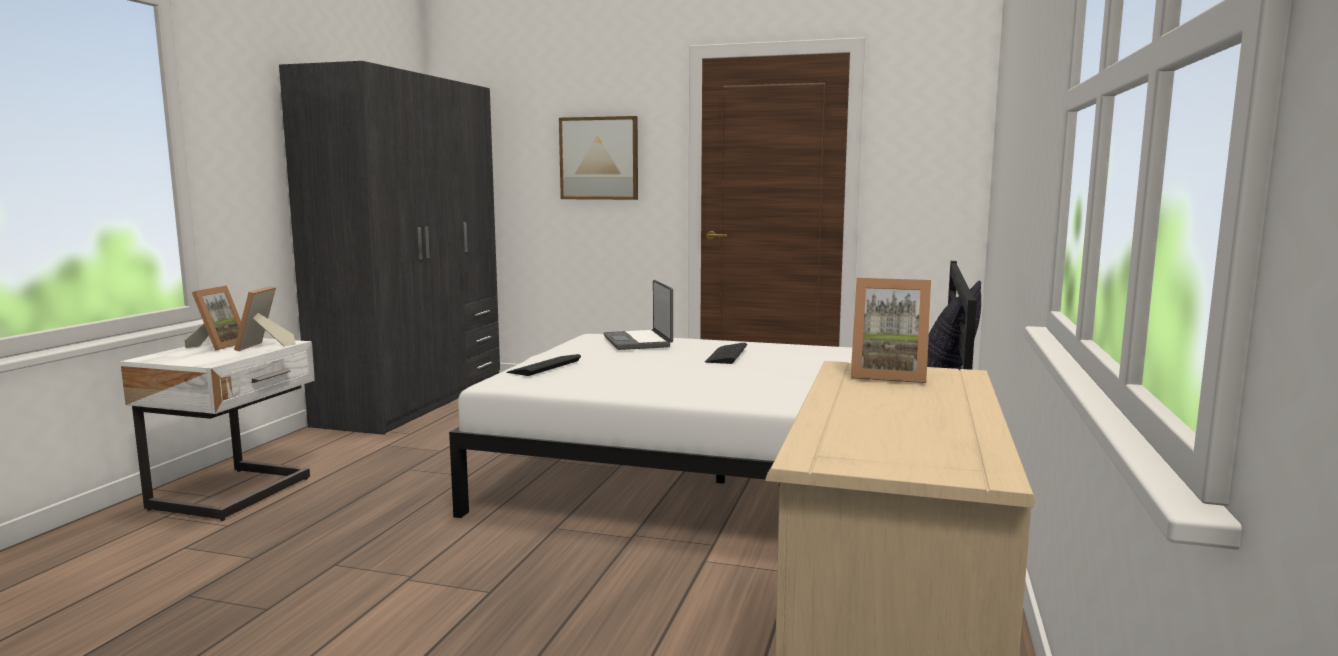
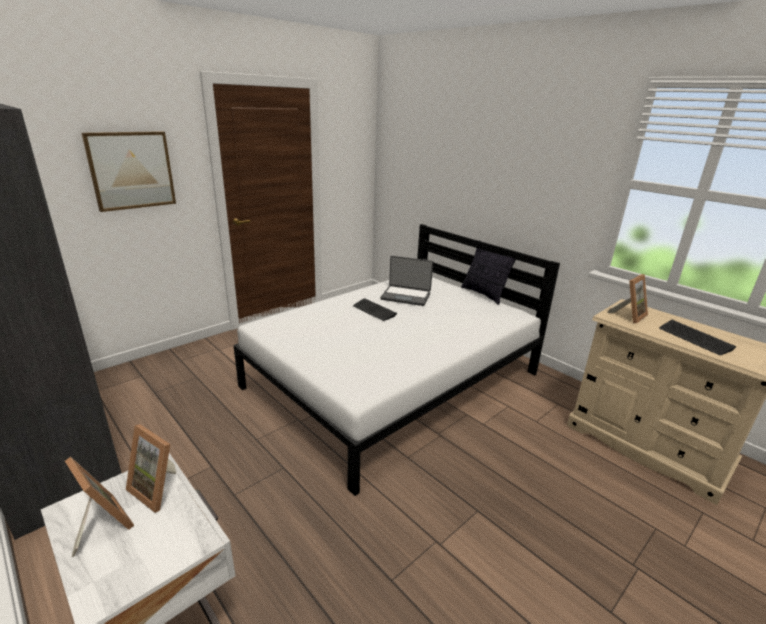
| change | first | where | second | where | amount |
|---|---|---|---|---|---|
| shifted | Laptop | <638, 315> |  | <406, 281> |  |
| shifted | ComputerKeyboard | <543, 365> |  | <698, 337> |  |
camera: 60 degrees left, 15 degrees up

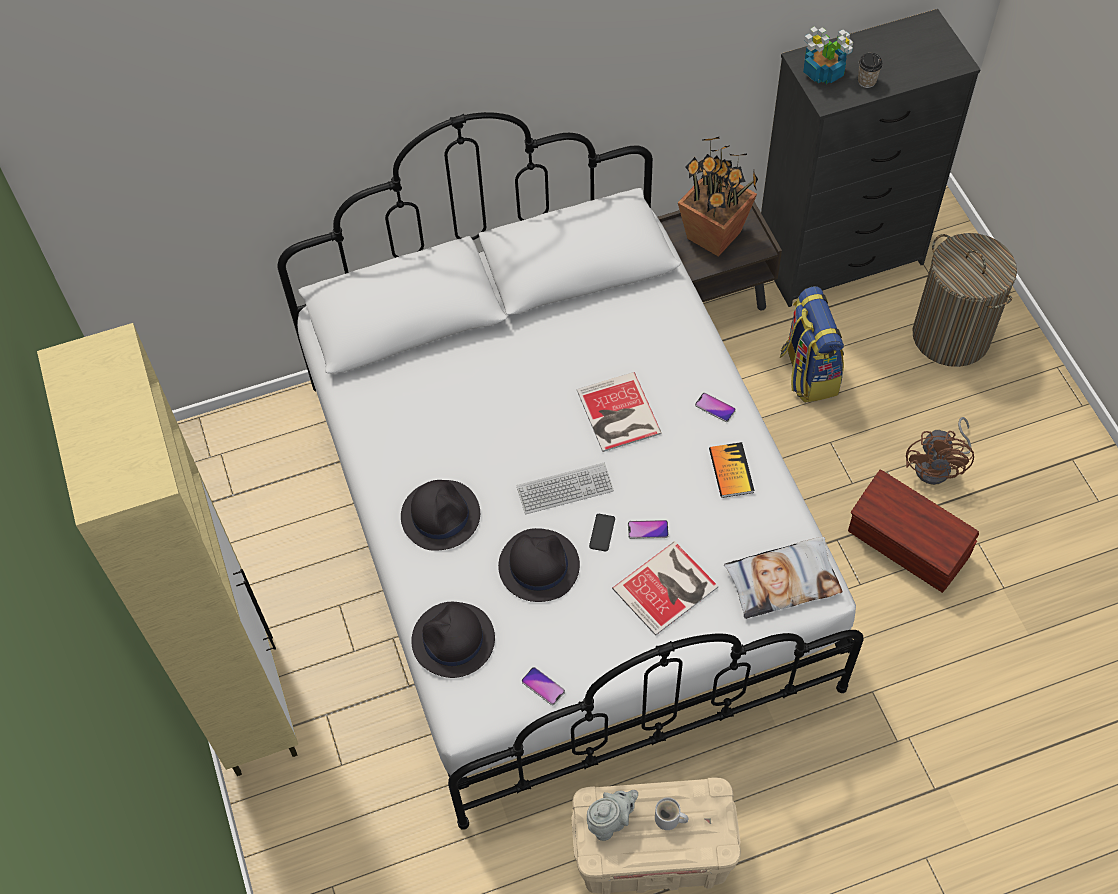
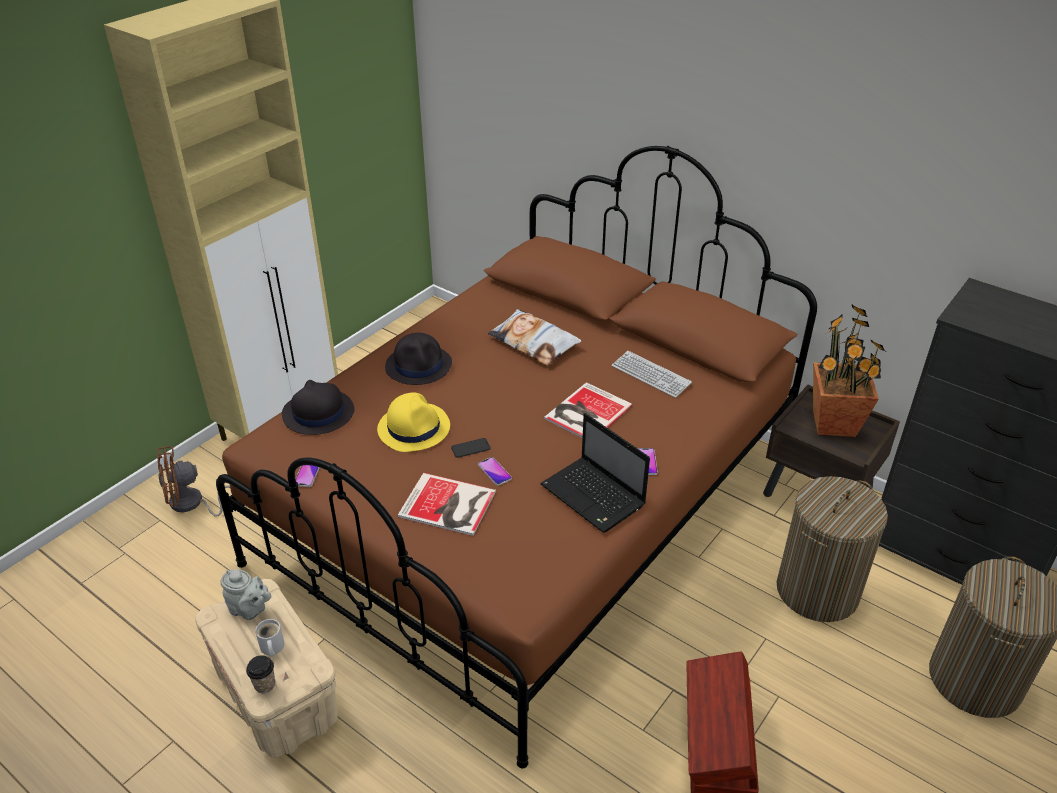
| change | first | where | second | where | amount |
|---|---|---|---|---|---|
| gone | Houseplant | <828, 55> |  |  |  |
| shifted | DrinkingCup | <870, 70> |  | <260, 674> |  |
| repainted | WhiteColouredBedroomBed | <570, 471> | BrownBedroomBed | <516, 457> |  |
| swapped | Backpack | <811, 344> | WashingBasket | <832, 549> |  |
| shifted | BrownElectricFan | <940, 451> |  | <193, 481> |  |
| swapped | BoundBook | <731, 470> | Laptop | <595, 473> |  |
| shifted | ComputerKeyboard | <565, 488> |  | <652, 374> |  |
| repainted | BlackishHat | <539, 565> | YellowishHat | <413, 422> |  |
| shifted | Pillow | <783, 578> |  | <534, 337> |  |
camera: 55 degrees right, 20 degrees down

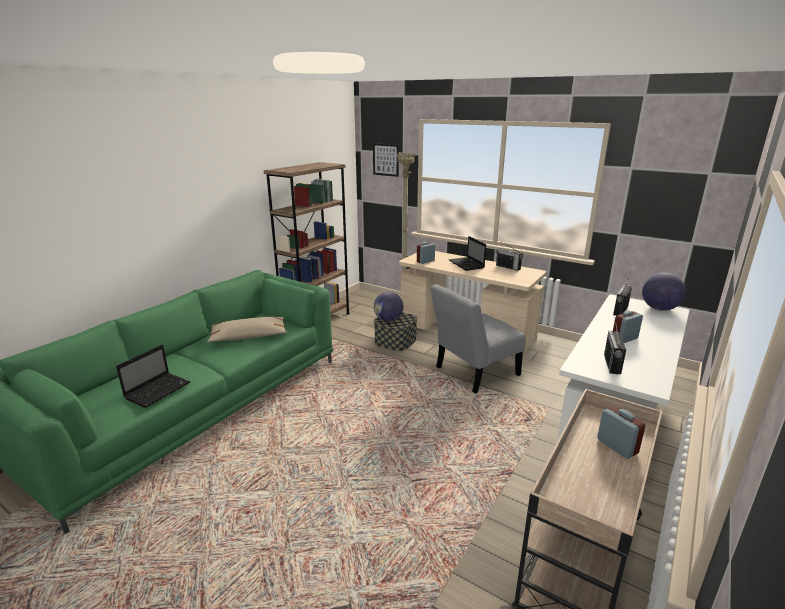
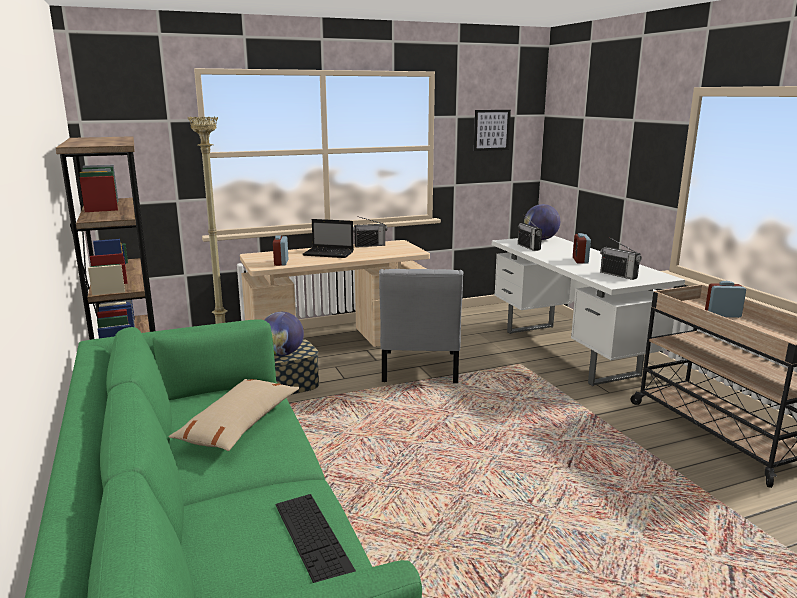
| change | first | where | second | where | amount |
|---|---|---|---|---|---|
| shifted | Picture | <386, 160> |  | <492, 130> |  |
| swapped | Laptop | <153, 376> | ComputerKeyboard | <316, 538> |  |
camera: 55 degrees left, 5 degrees down

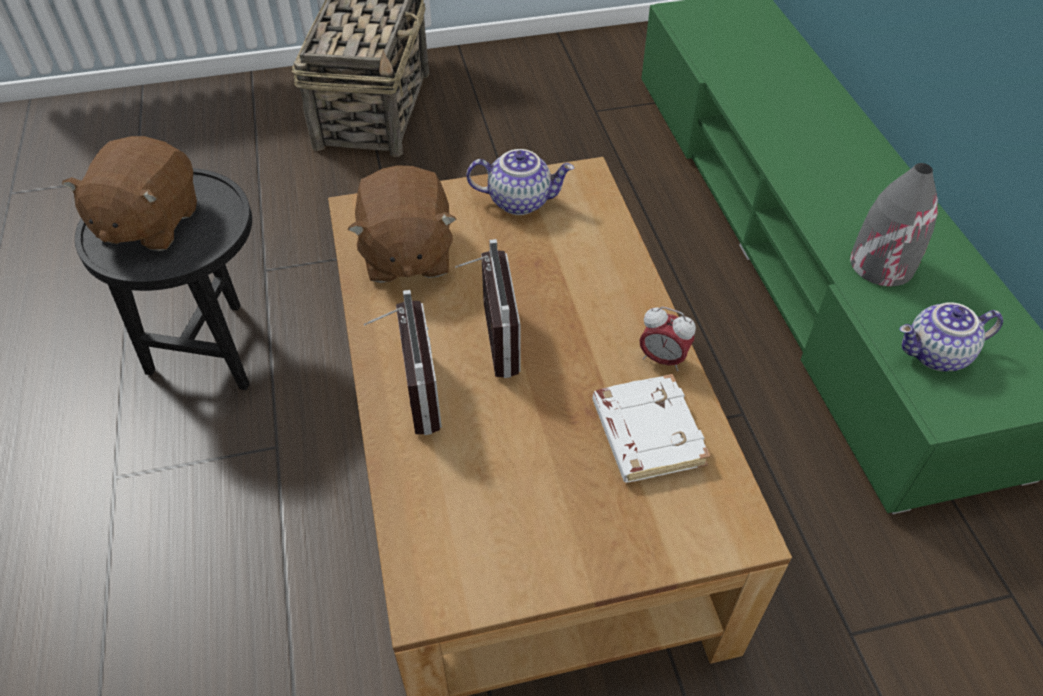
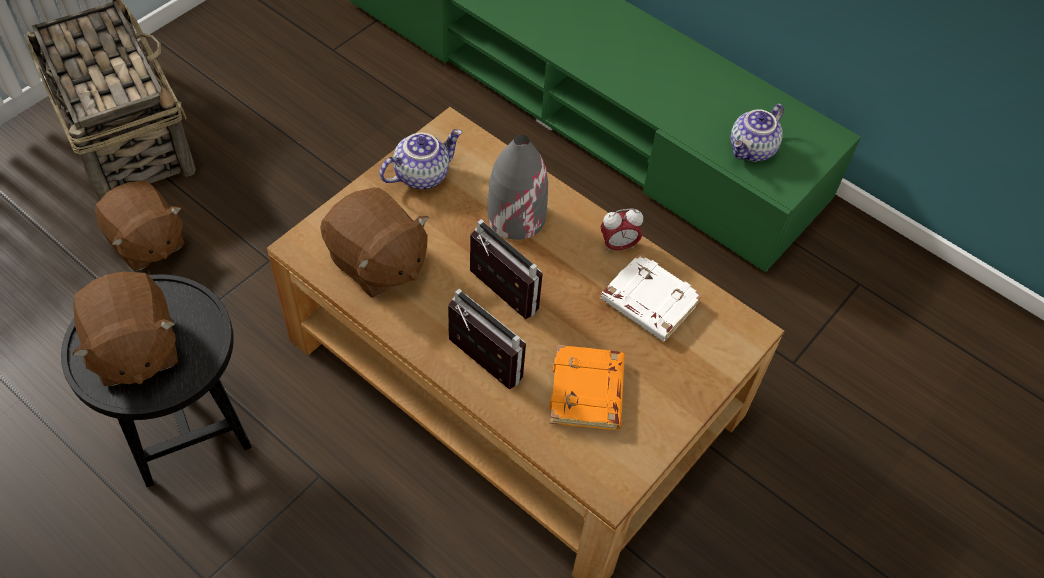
| change | first | where | second | where | amount |
|---|---|---|---|---|---|
| shifted | GrayFlowerVase | <894, 224> |  | <517, 187> |  |
| new |  |  | BrownSoftToy | <140, 225> |  |
| new |  |  | OrangeColouredBoundBook | <587, 387> |  |
camera: 40 degrees left, 5 degrees up

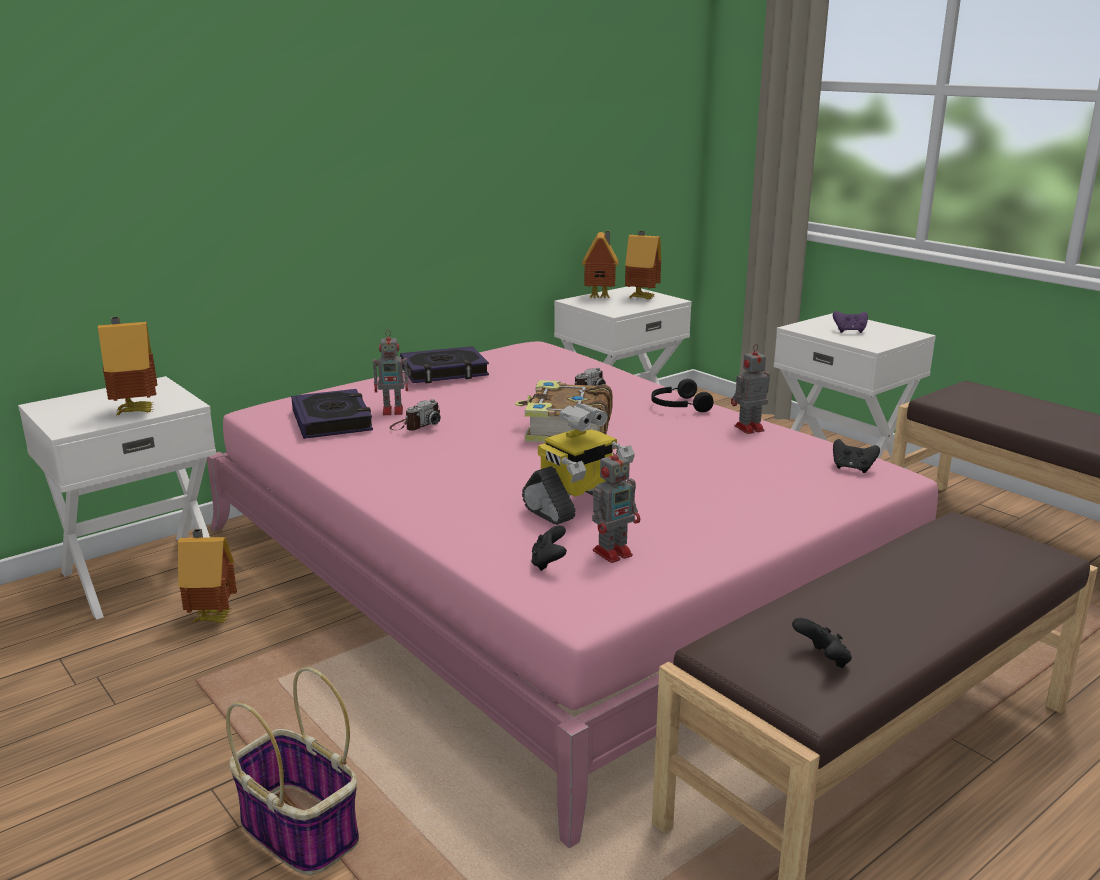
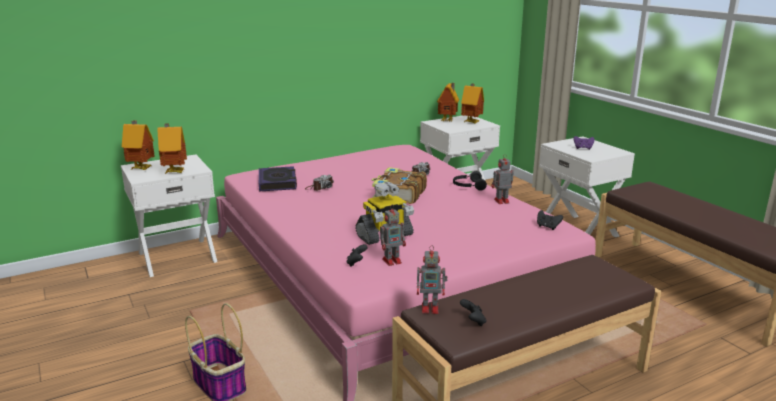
| change | first | where | second | where | amount |
|---|---|---|---|---|---|
| shifted | ToyRobot | <392, 372> |  | <432, 279> |  |
| gone | BoundBook | <444, 364> |  |  |  |
| shifted | ToyHouse | <207, 576> |  | <138, 145> |  |
camera: 10 degrees right, 0 degrees up

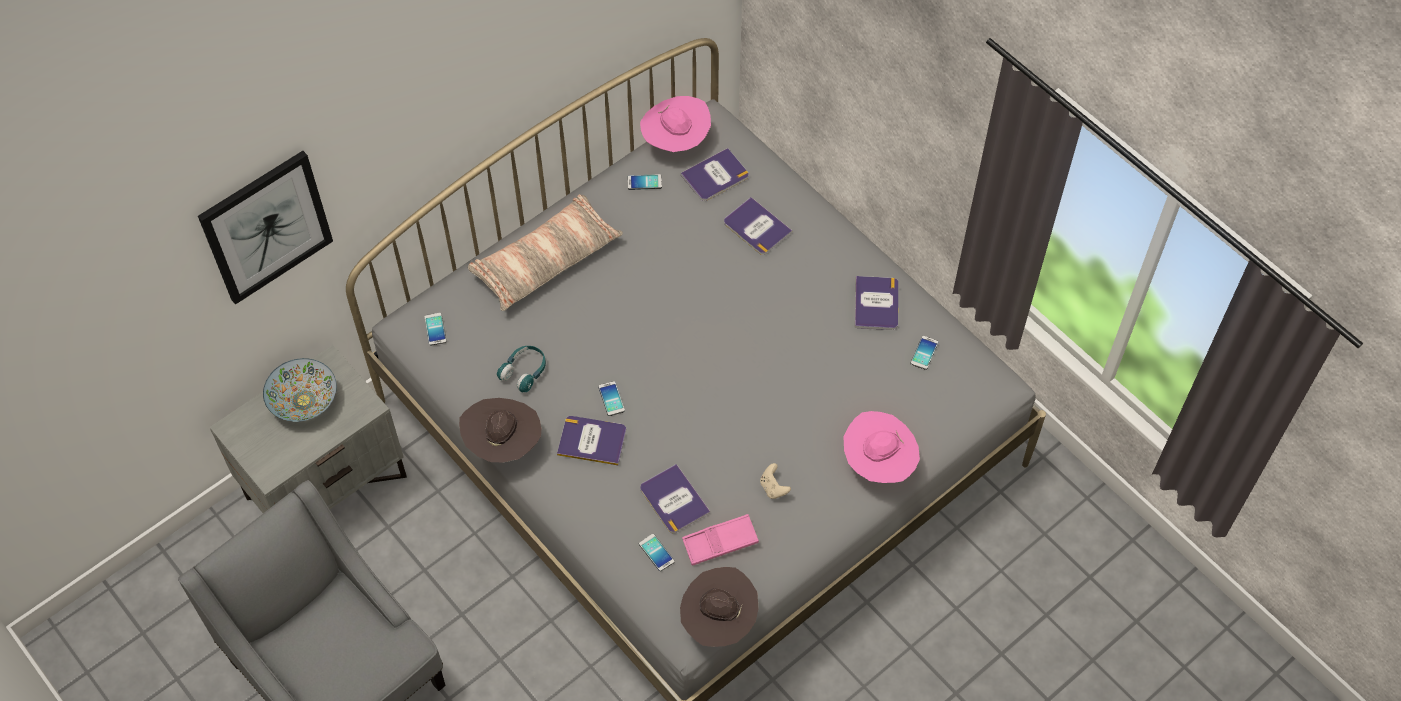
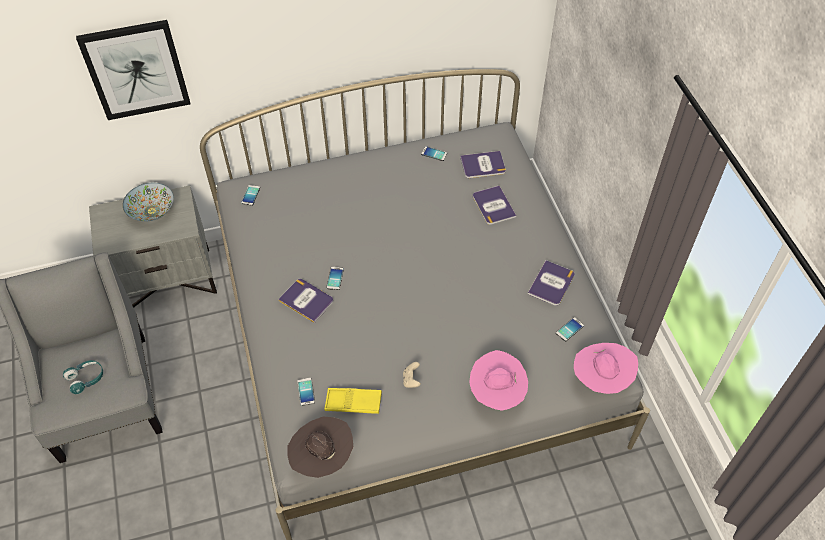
| change | first | where | second | where | amount |
|---|---|---|---|---|---|
| shifted | PinkColouredHat | <675, 124> |  | <606, 368> |  |
| gone | Pillow | <545, 252> |  |  |  |
| shifted | TurquoiseColouredPairOfHeadphones | <521, 369> |  | <83, 377> |  |
| gone | BrownHat | <500, 430> |  |  |  |
| gone | BoundBook | <675, 499> |  |  |  |
| repainted | PinkColouredServingTray | <720, 540> | YellowishServingTray | <353, 401> |  |
camera: 25 degrees right, 5 degrees down

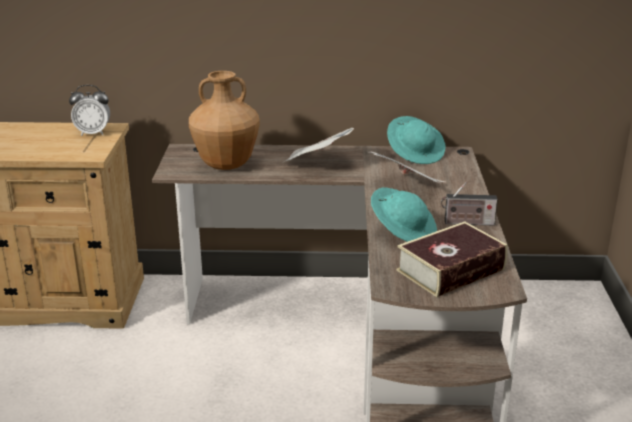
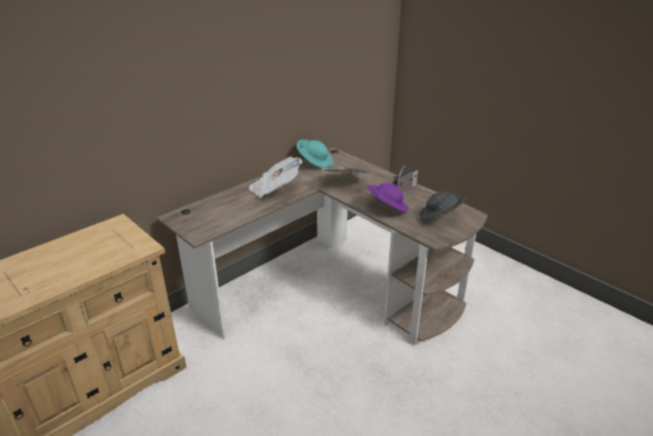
| change | first | where | second | where | amount |
|---|---|---|---|---|---|
| gone | BrownFlowerVase | <224, 120> |  |  |  |
| gone | TableClock | <89, 110> |  |  |  |
| repainted | TurquoiseColouredHat | <404, 214> | PurplishHat | <388, 197> |  |
| swapped | BoundBook | <451, 259> | GrayHat | <442, 205> |  |
camera: 45 degrees left, 5 degrees up

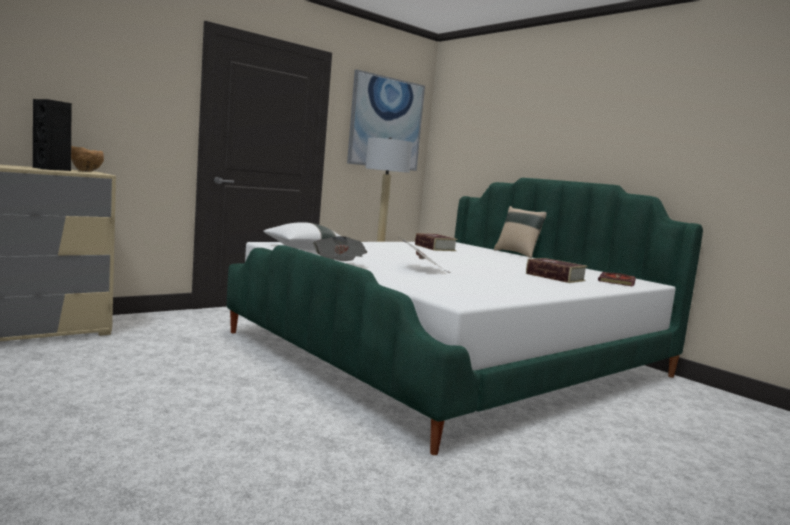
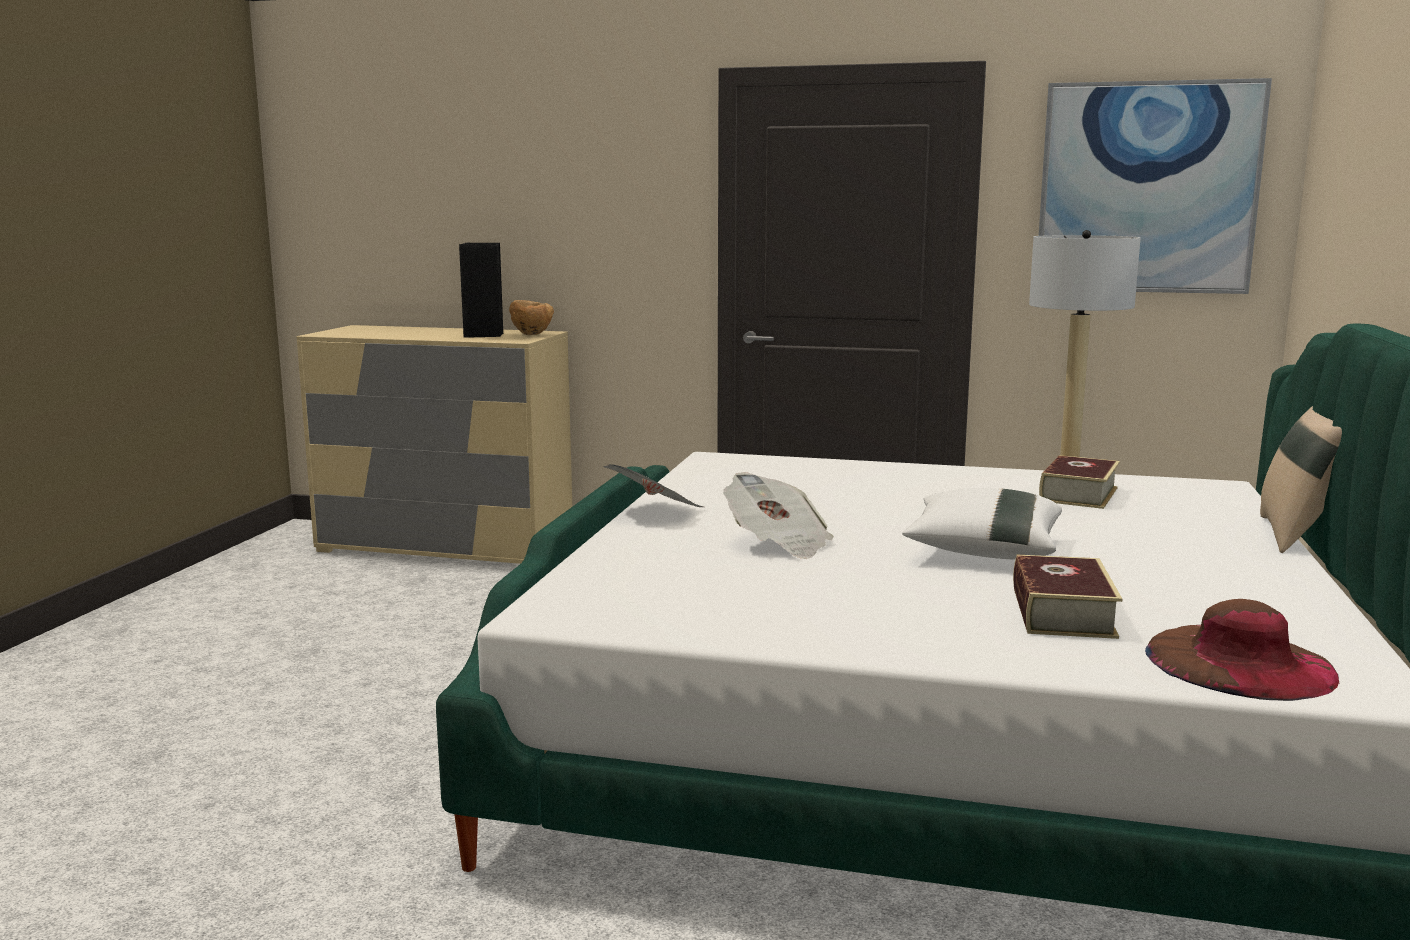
| change | first | where | second | where | amount |
|---|---|---|---|---|---|
| shifted | WhiteColouredPillow | <301, 236> |  | <982, 523> |  |
| swapped | BoundBook | <617, 279> | BrownHat | <1242, 650> |  |
camera: 55 degrees right, 5 degrees up

